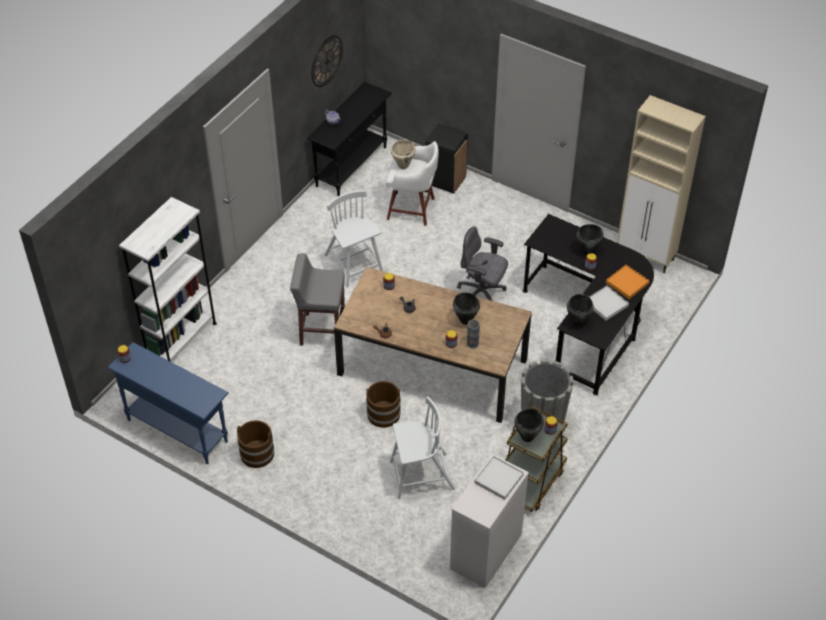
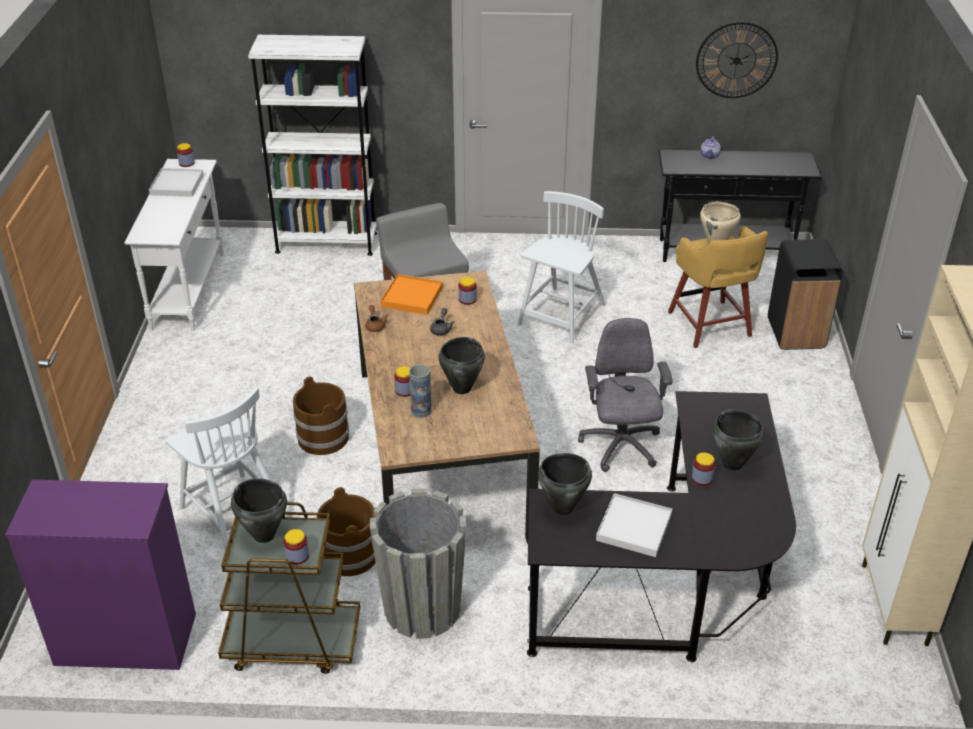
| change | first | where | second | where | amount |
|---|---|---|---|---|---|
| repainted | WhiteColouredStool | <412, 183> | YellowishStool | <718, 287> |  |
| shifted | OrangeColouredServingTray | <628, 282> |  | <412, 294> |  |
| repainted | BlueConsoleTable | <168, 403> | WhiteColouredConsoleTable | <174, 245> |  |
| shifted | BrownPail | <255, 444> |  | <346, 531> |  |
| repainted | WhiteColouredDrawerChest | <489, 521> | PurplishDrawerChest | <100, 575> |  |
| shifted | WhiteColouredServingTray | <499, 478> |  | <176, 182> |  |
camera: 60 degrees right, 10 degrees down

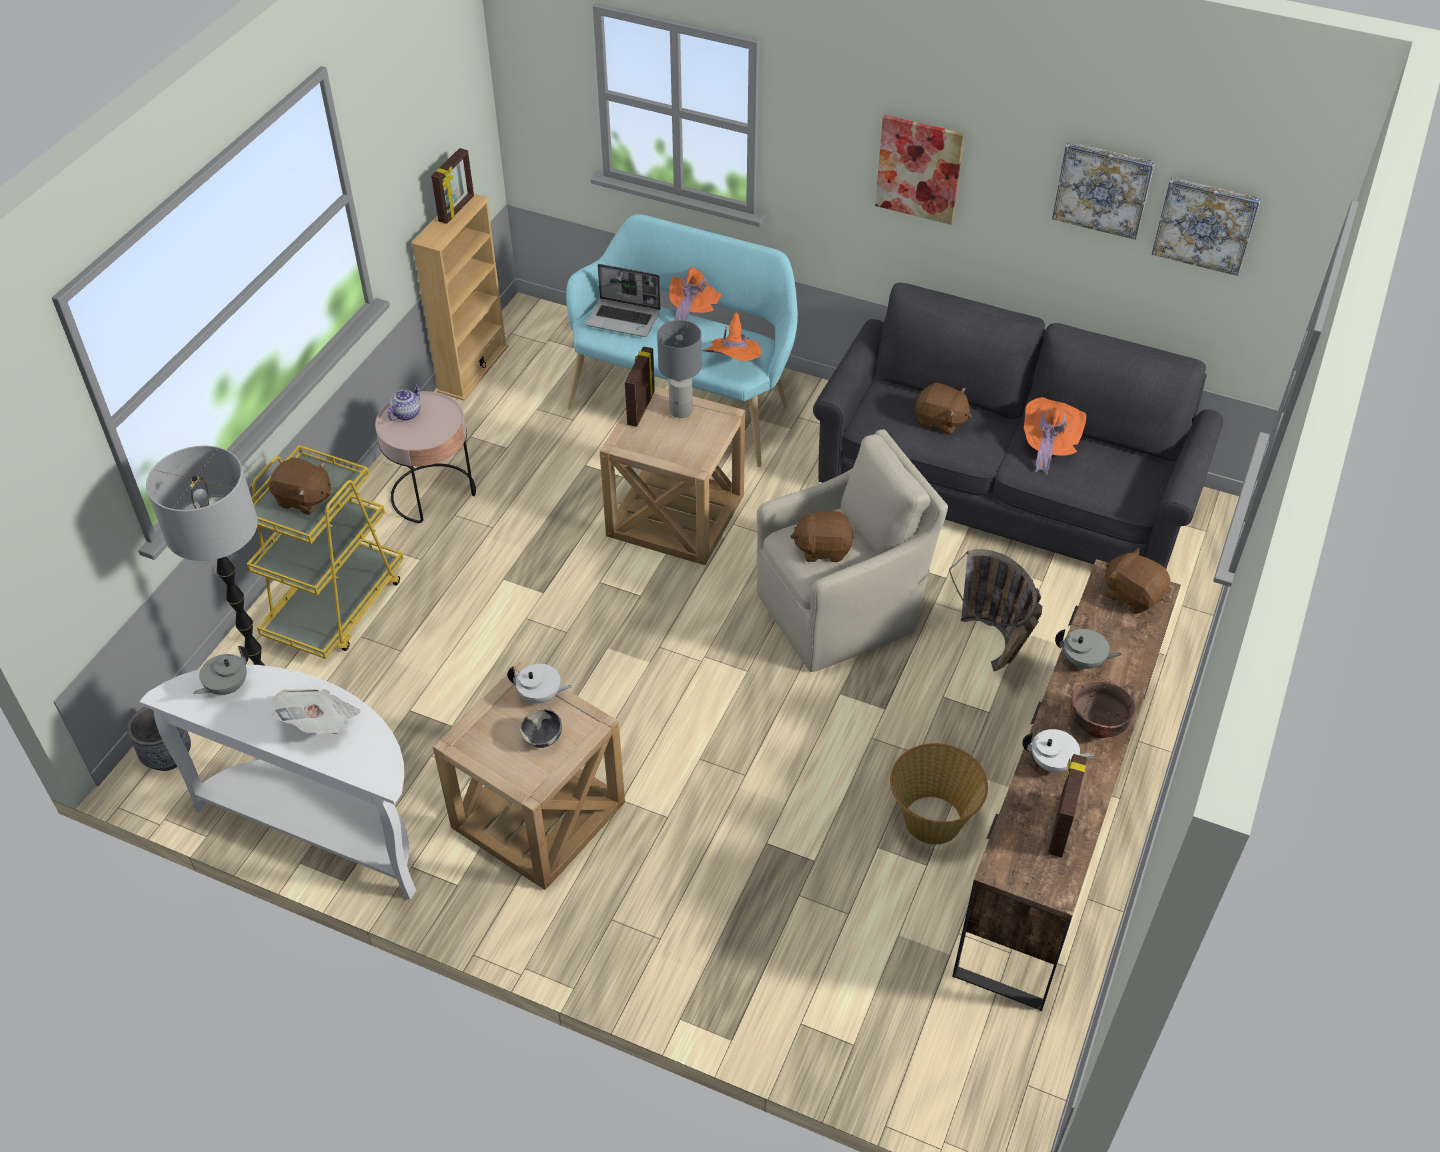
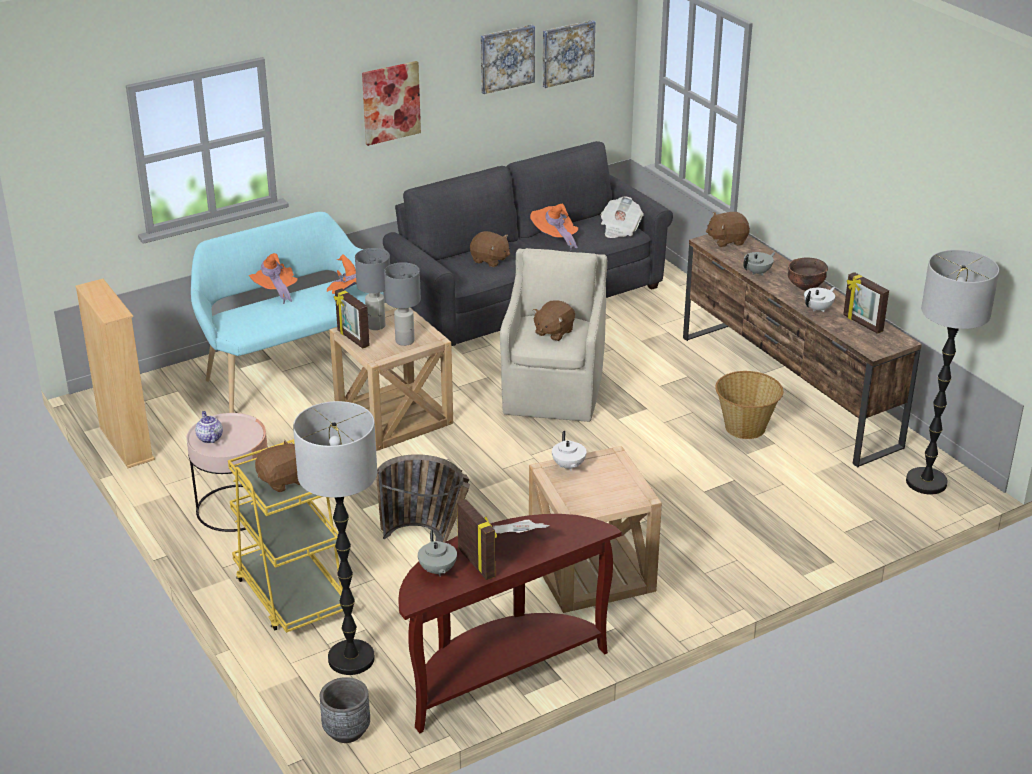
| change | first | where | second | where | amount |
|---|---|---|---|---|---|
| shifted | PictureFrame | <452, 186> |  | <477, 539> |  |
| gone | Laptop | <623, 300> |  |  |  |
| rotated | BrownSoftToy | <943, 409> |  | <490, 249> | 60 degrees clockwise |
| shifted | HouseholdBasket | <995, 610> |  | <423, 498> |  |
| rotated | WhiteColouredPotForTea | <539, 684> |  | <569, 451> | 120 degrees clockwise |
| repainted | WhiteColouredConsoleTable | <277, 782> | BrownConsoleTable | <510, 623> |  |
| gone | ServingBowl | <541, 728> |  |  |  |
| new |  |  | DailyPaper | <622, 217> |  |
| new |  |  | FloorLamp | <952, 372> |  |
| new |  |  | GrayLampForATable | <402, 304> |  |
camera: 55 degrees left, 15 degrees down

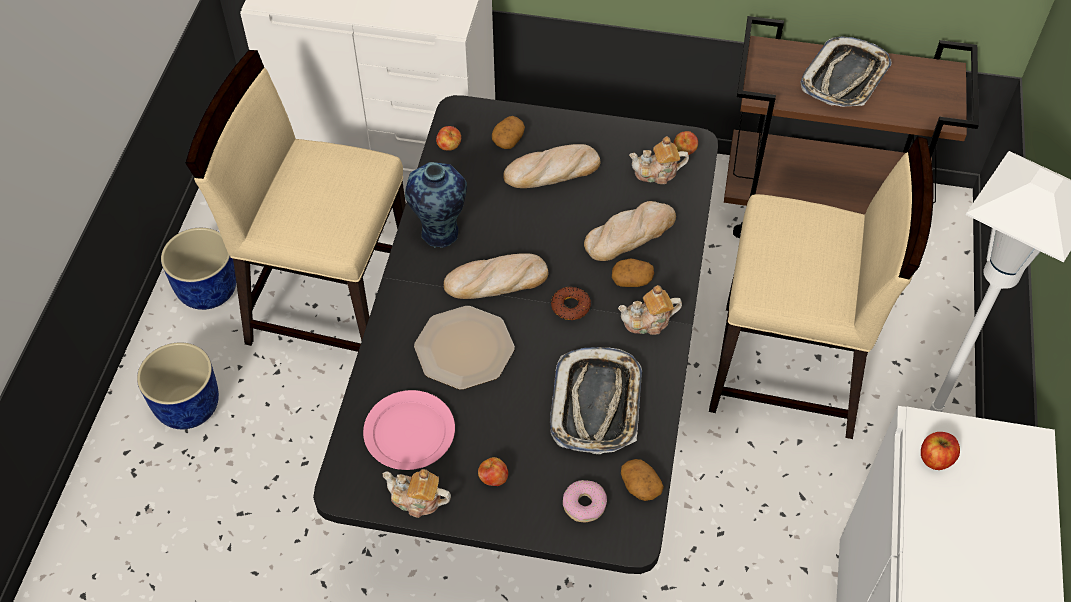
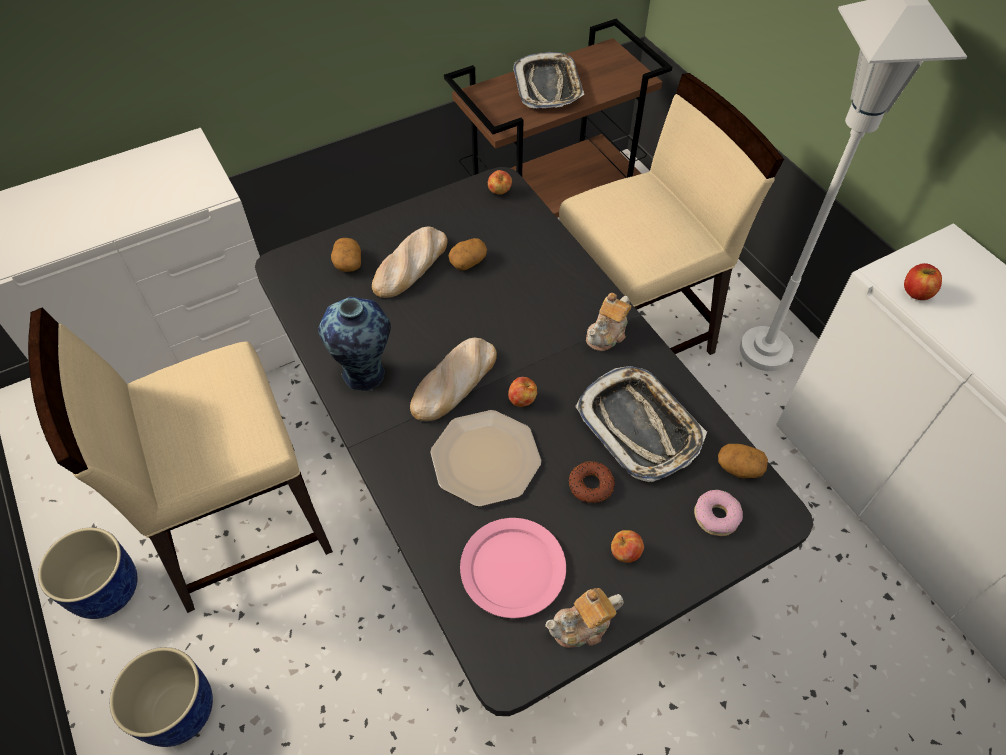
| change | first | where | second | where | amount |
|---|---|---|---|---|---|
| shifted | AppleFruit | <448, 138> |  | <522, 392> |  |
| gone | PotForTea | <659, 160> |  |  |  |
| gone | BakedBread | <630, 231> |  |  |  |
| shifted | Spud | <633, 273> |  | <468, 254> |  |
| shifted | RingDoughnut | <571, 303> |  | <592, 482> |  |
camera: 40 degrees left, 0 degrees up

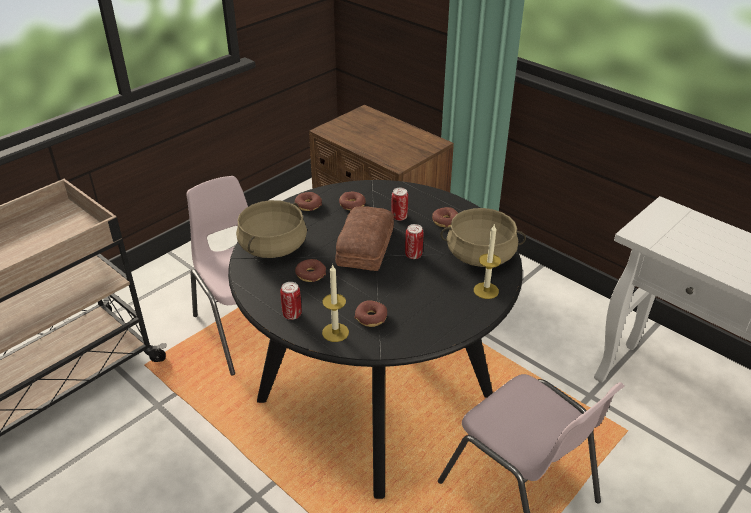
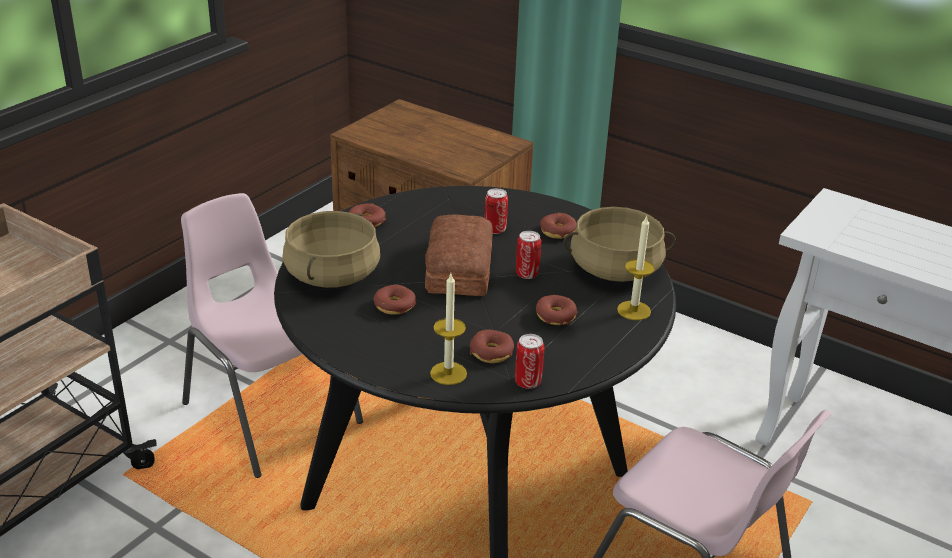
| change | first | where | second | where | amount |
|---|---|---|---|---|---|
| shifted | RingDoughnut | <352, 201> |  | <556, 310> |  |
| shifted | Can | <290, 301> |  | <529, 361> |  |
camera: 10 degrees left, 5 degrees down

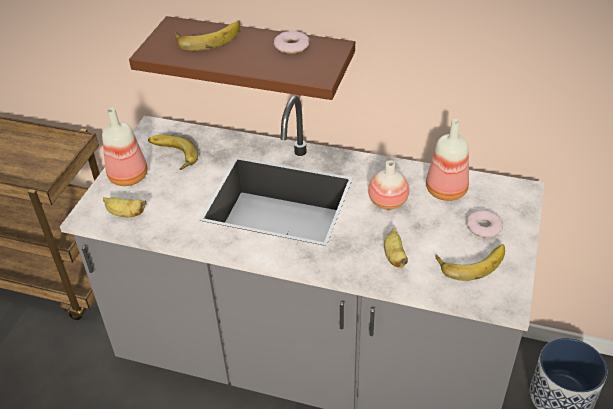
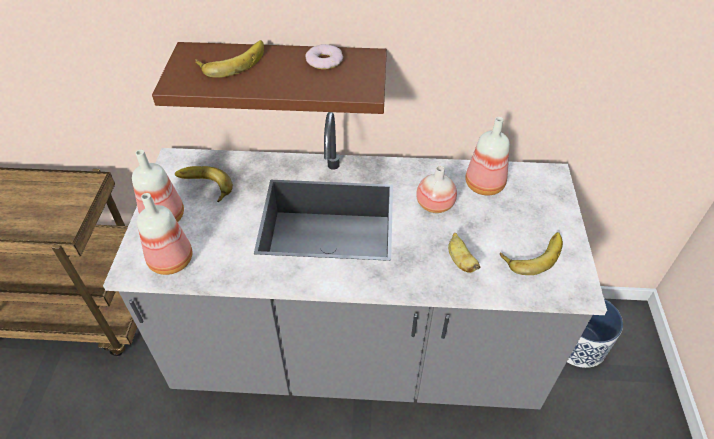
| change | first | where | second | where | amount |
|---|---|---|---|---|---|
| swapped | BananaFruit | <124, 207> | BeverageBottle | <164, 234> |  |
| gone | RingDoughnut | <485, 224> |  |  |  |
camera: 15 degrees left, 5 degrees up

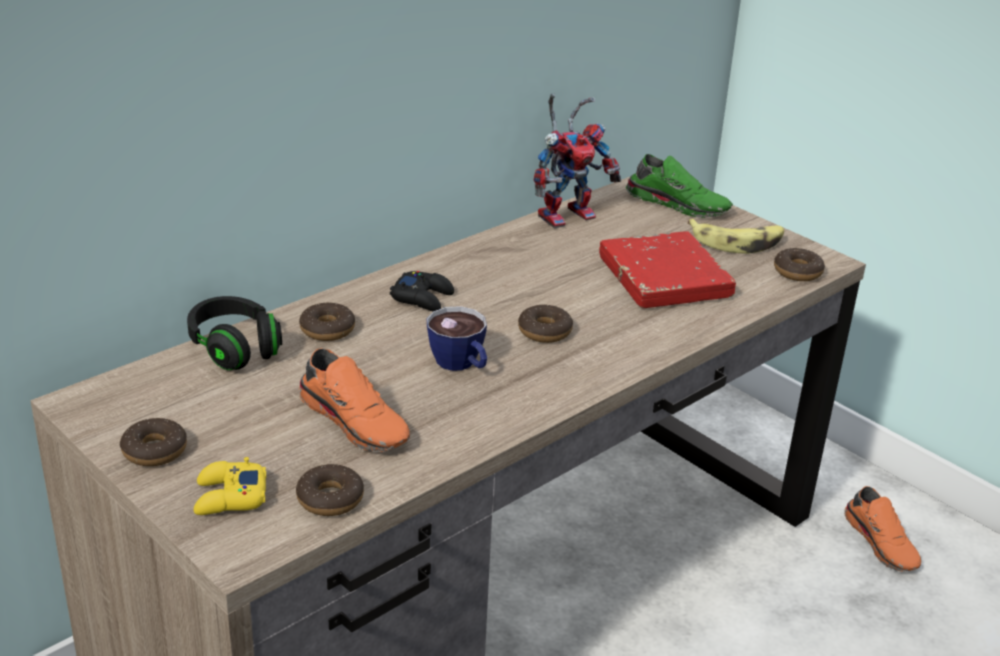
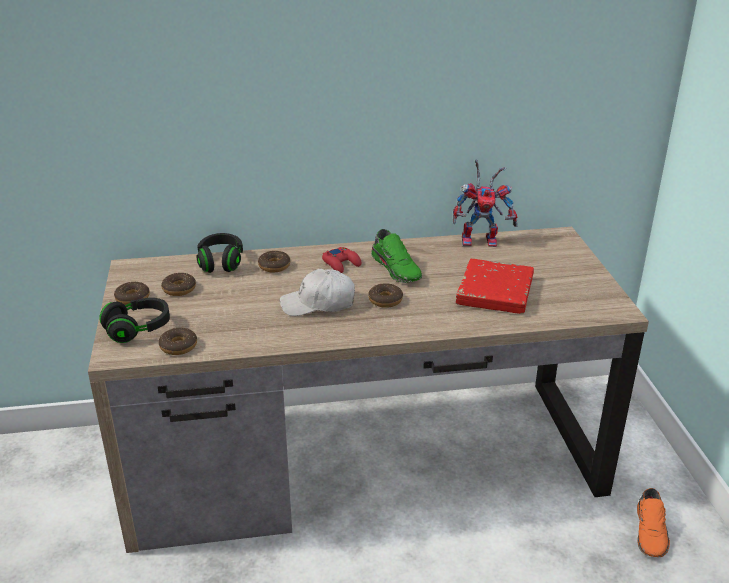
| change | first | where | second | where | amount |
|---|---|---|---|---|---|
| shifted | GreenColouredShoe | <679, 186> |  | <396, 256> |  |
| gone | BananaFruit | <736, 236> |  |  |  |
| shifted | RingDoughnut | <799, 264> |  | <178, 284> |  |
| repainted | BlackishJoypad | <422, 291> | RedColouredJoypad | <341, 260> |  |
| swapped | DrinkingCup | <457, 338> | WhiteColouredCap | <317, 292> |  |
| gone | OrangeColouredShoe | <354, 400> |  |  |  |
| swapped | YellowishJoypad | <230, 486> | BlackishPairOfHeadphones | <134, 320> |  |
camera: 35 degrees right, 0 degrees up

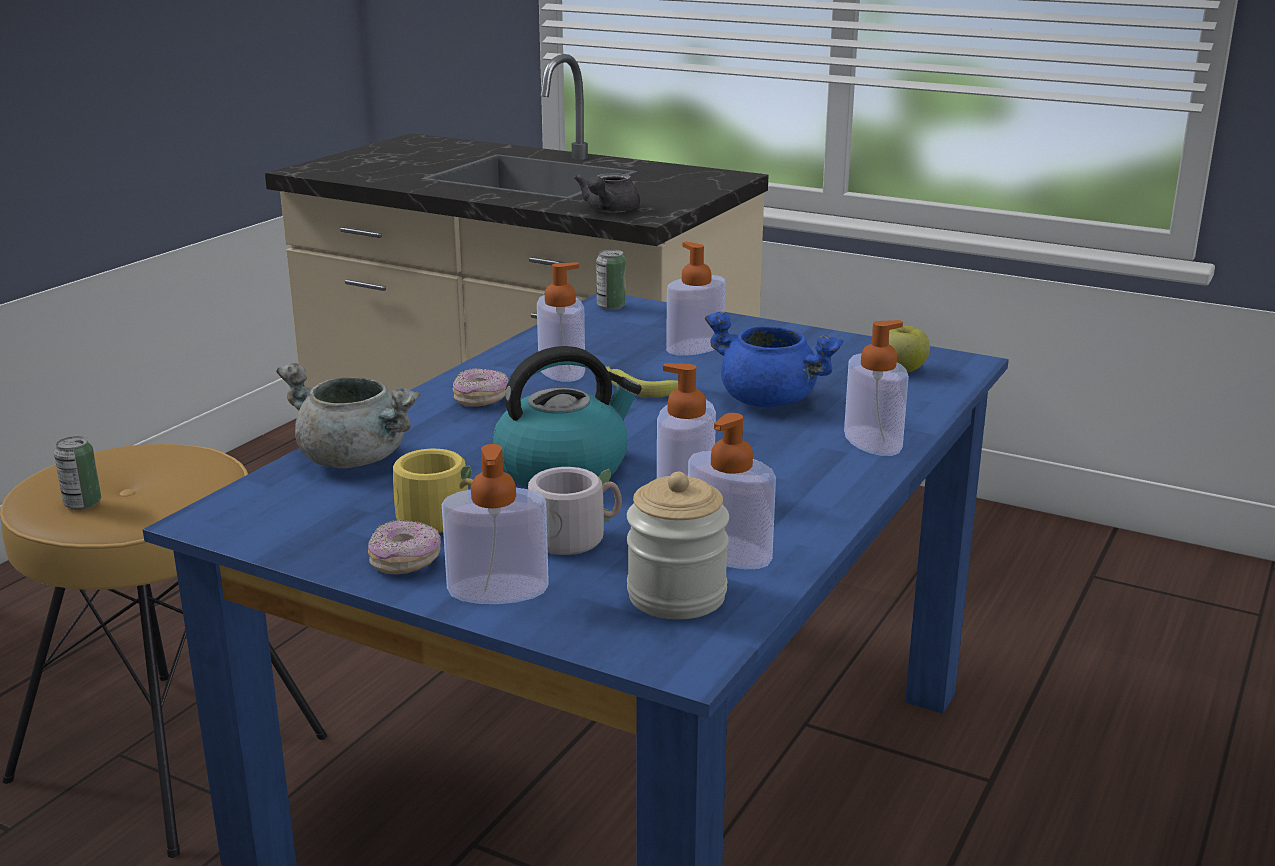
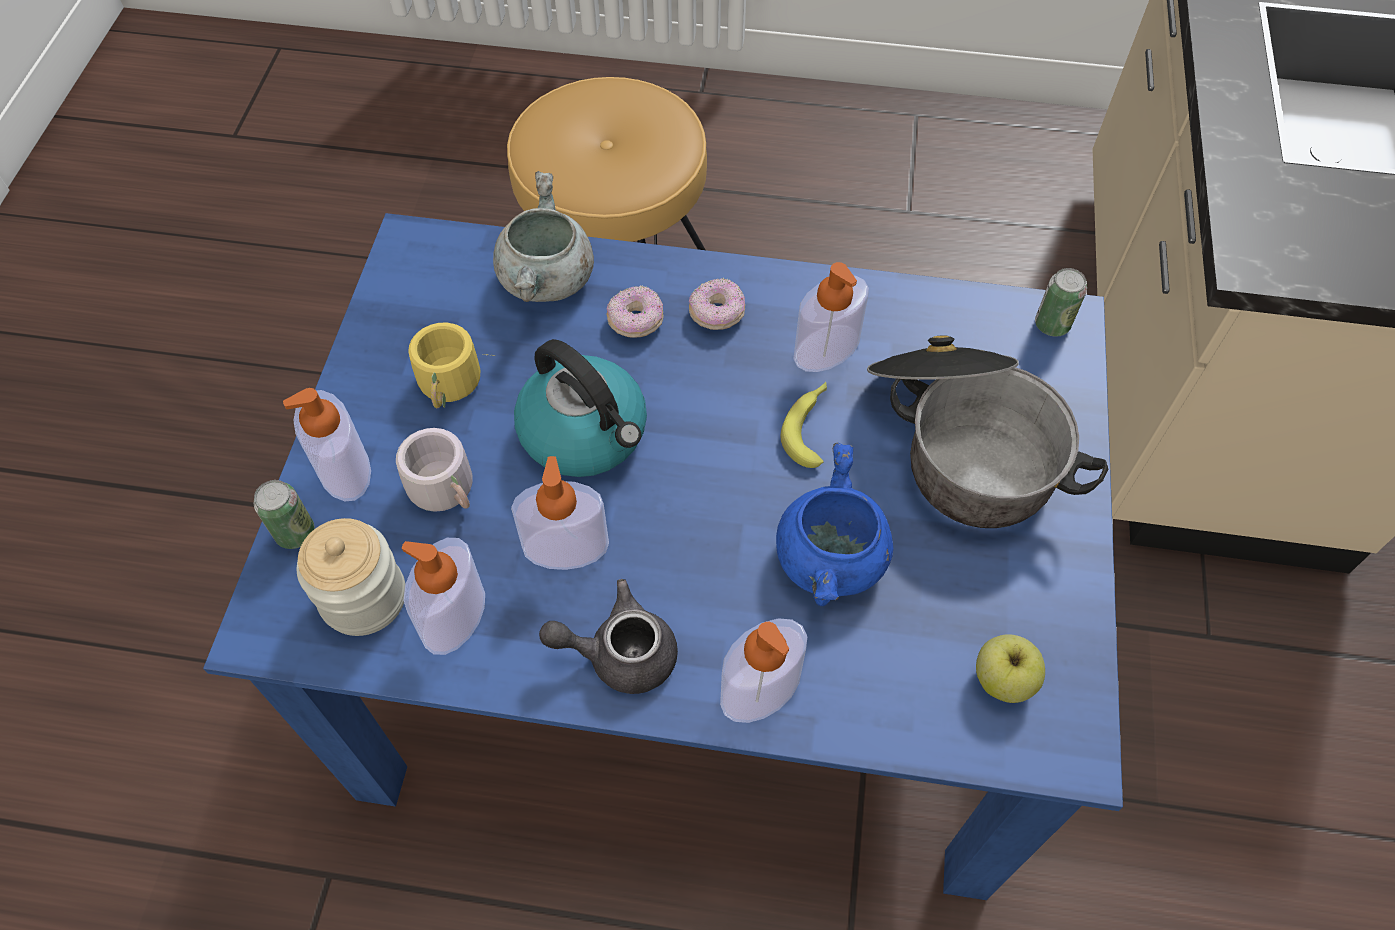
| change | first | where | second | where | amount |
|---|---|---|---|---|---|
| shifted | GrayPotForTea | <607, 193> |  | <608, 636> |  |
| swapped | LiquidSoapBottle | <695, 299> | CookingPot | <987, 431> |  |
| shifted | Can | <77, 473> |  | <284, 514> |  |
| shifted | RingDoughnut | <404, 547> |  | <635, 311> |  |
camera: 70 degrees right, 35 degrees up

